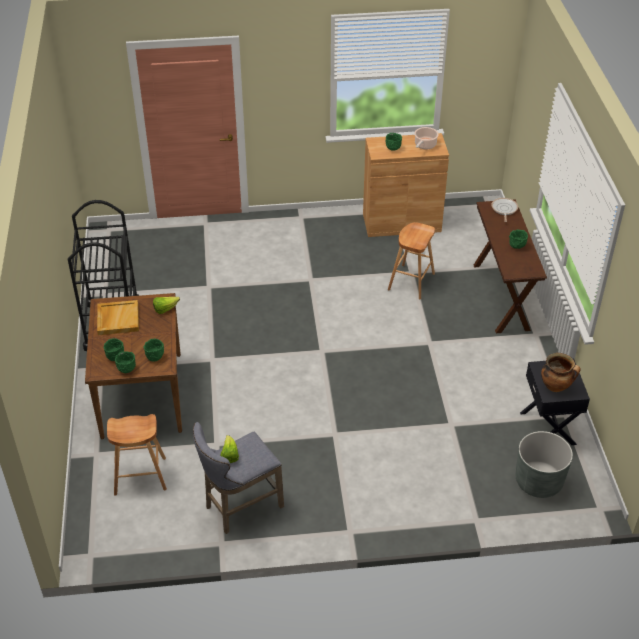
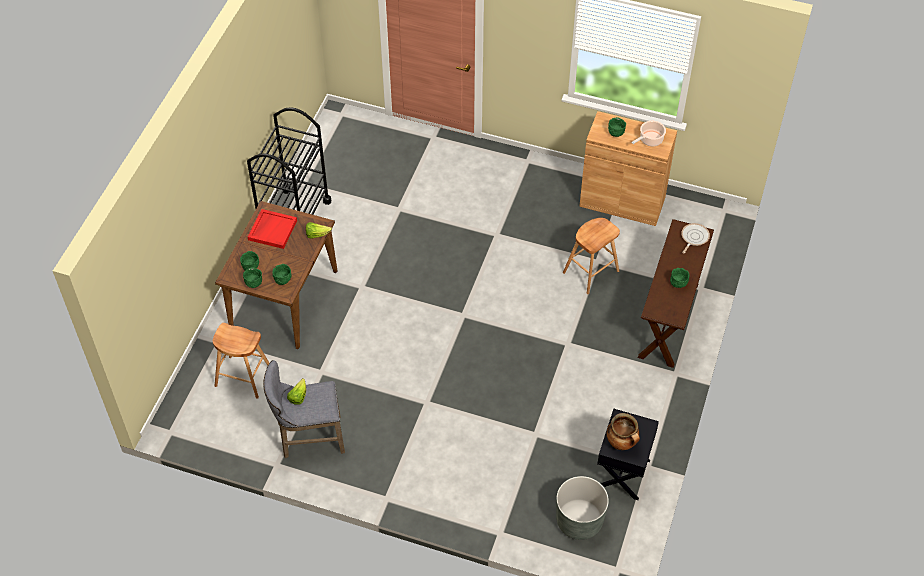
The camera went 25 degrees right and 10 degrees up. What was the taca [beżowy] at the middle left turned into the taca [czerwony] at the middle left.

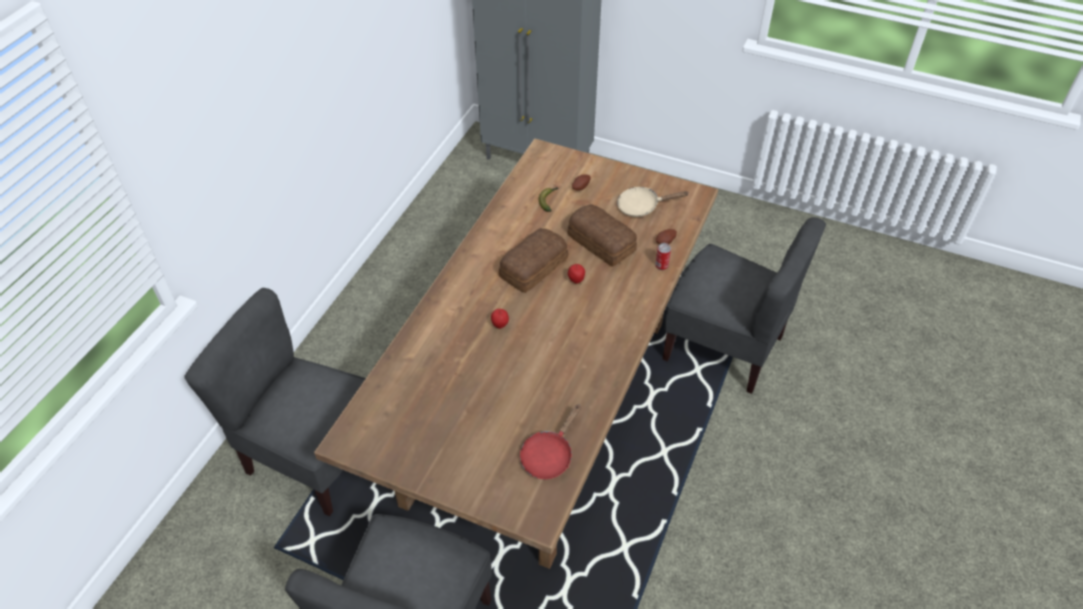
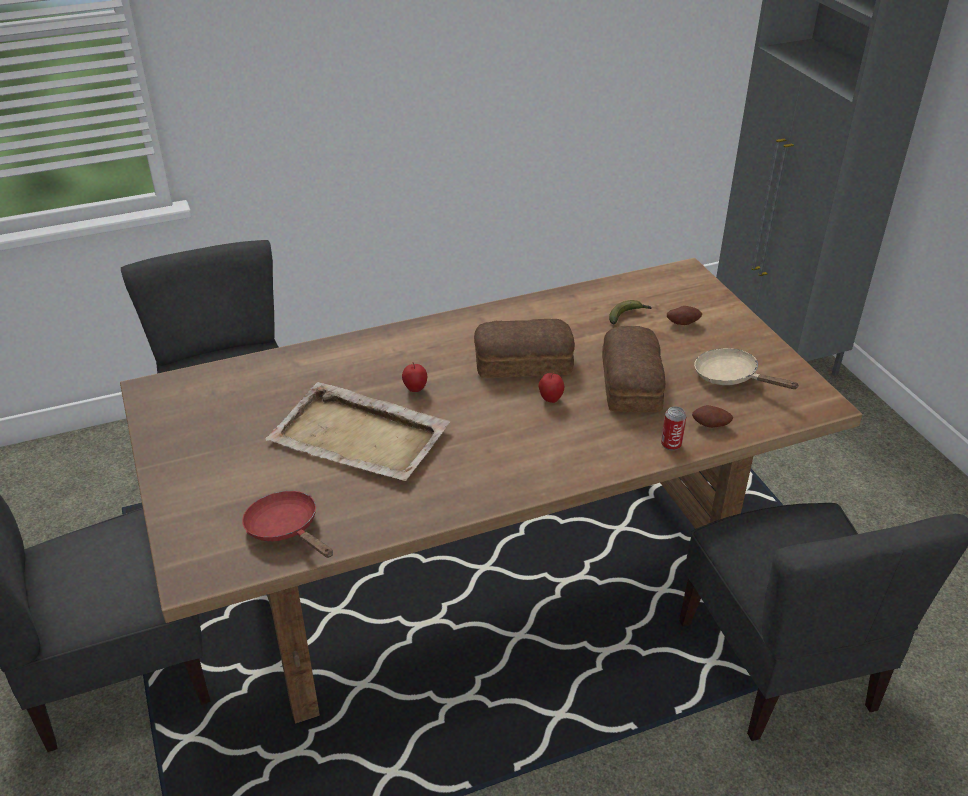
The camera went 45 degrees right and 10 degrees down. The patelnia [czerwony] at the bottom centre ended up facing another way, 60 degrees clockwise from before. The second view gained the taca [beżowy] at the centre.

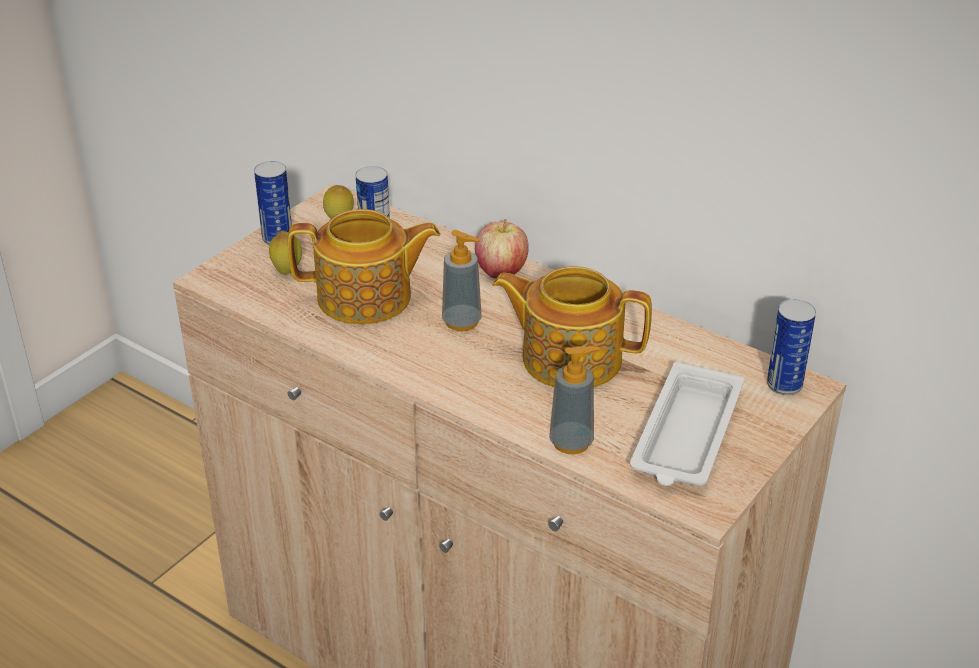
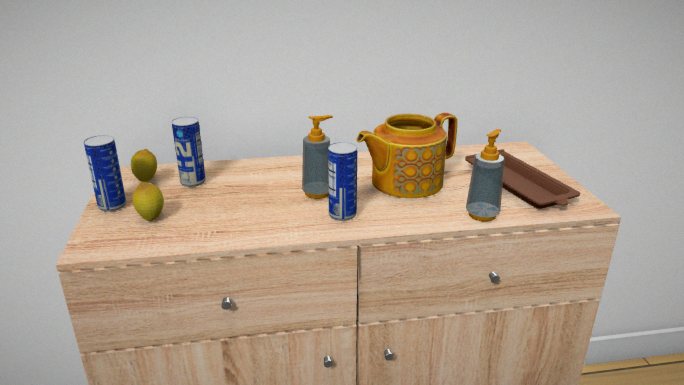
The camera went 45 degrees left and 10 degrees down. The puszka (3rd from left) ended up elsewhere, having gone from the middle right to the centre. What was the taca [biały] at the middle right turned into the taca [brązowy] at the middle right. The second view lost the imbryk (1st from left) at the centre. The second view lost the jabłko at the centre.

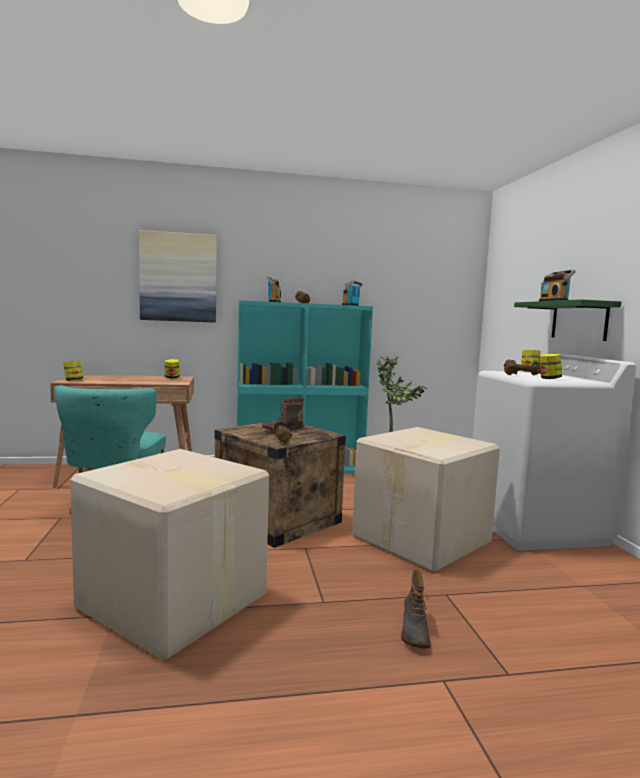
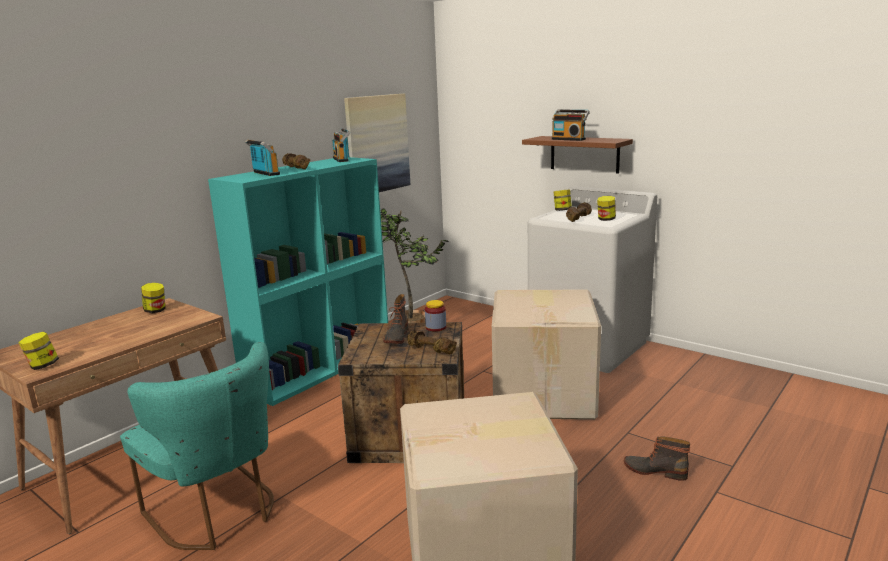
The camera went 40 degrees left and 10 degrees up. The obraz ended up elsewhere, having gone from the middle left to the top centre. The second view gained the słoik (3rd from left) at the centre. What was the półka [zielony] at the middle right turned into the półka [brązowy] at the top centre. The but z cholewką (2nd from left) at the bottom centre ended up facing another way, 150 degrees clockwise from before.

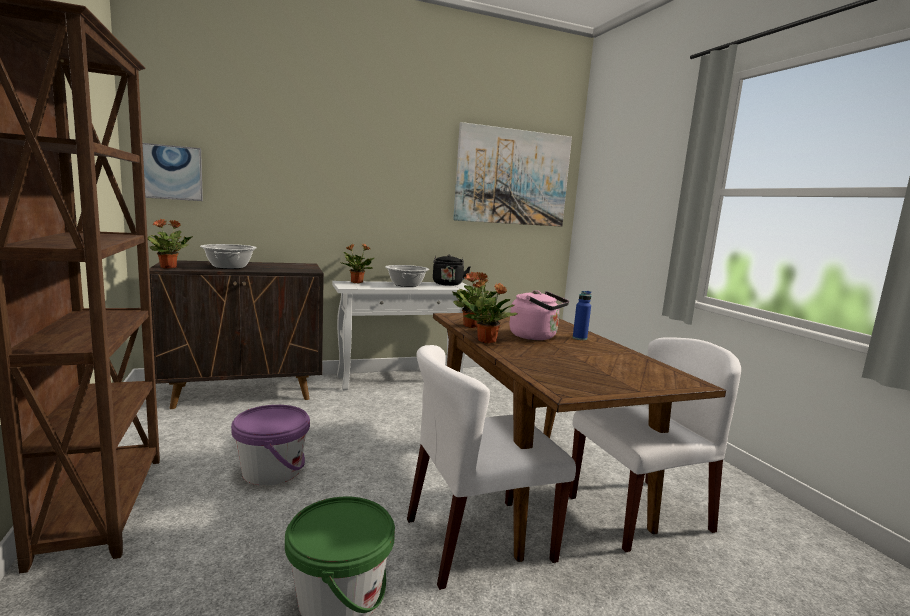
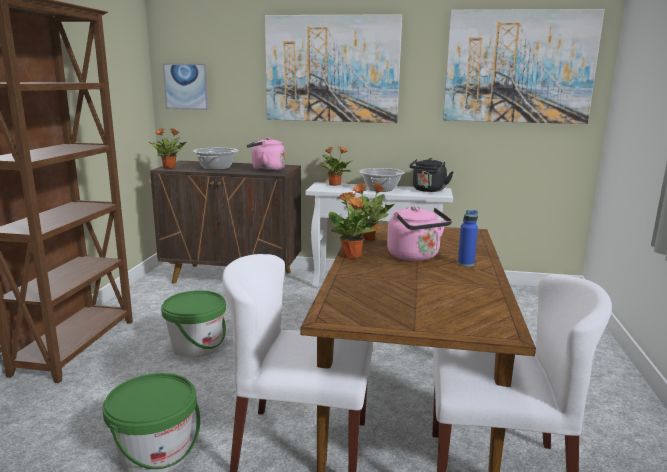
The camera went 30 degrees right and 5 degrees up. What was the wiadro [fioletowy] at the bottom left turned into the wiadro [zielony] (2nd from left) at the bottom left. The second view gained the czajnik [różowy] (1st from left) at the top centre. The second view gained the obraz (2nd from left) at the top centre.

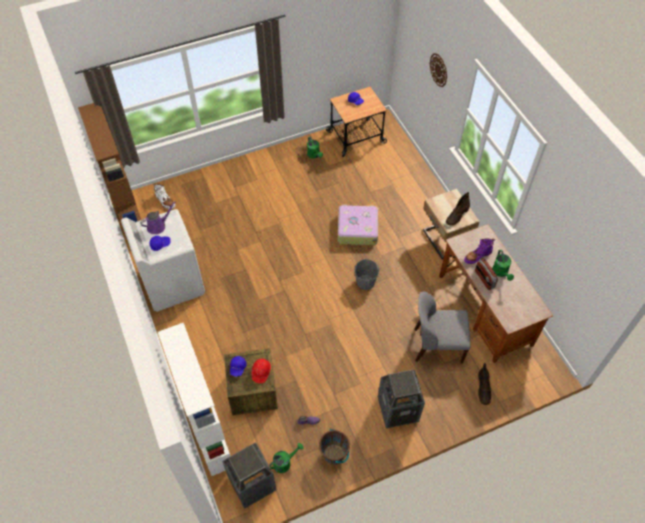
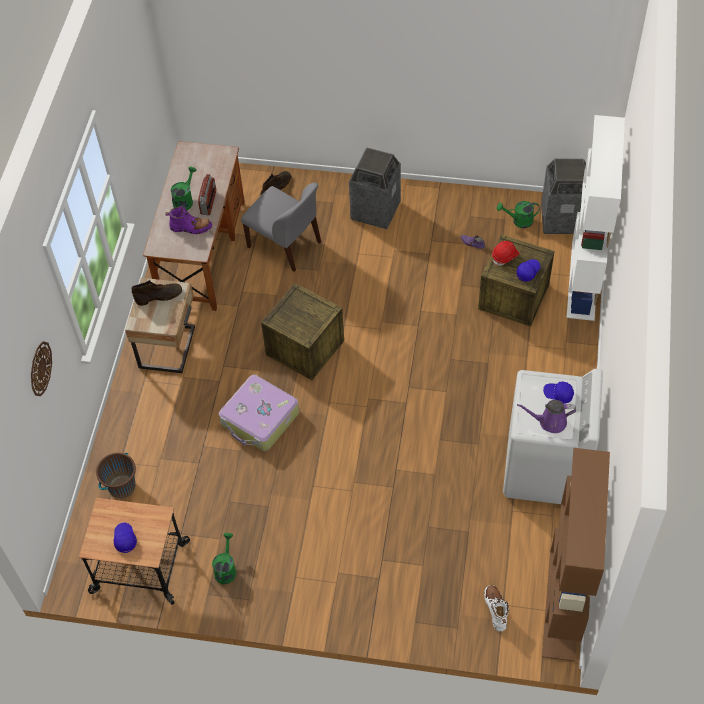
The camera went 145 degrees left and 0 degrees up. The wiadro [brązowy] ended up elsewhere, having gone from the bottom centre to the bottom left. Where the wiadro [szary] stood at the centre, the skrzynka (1st from left) came to stand at the centre.

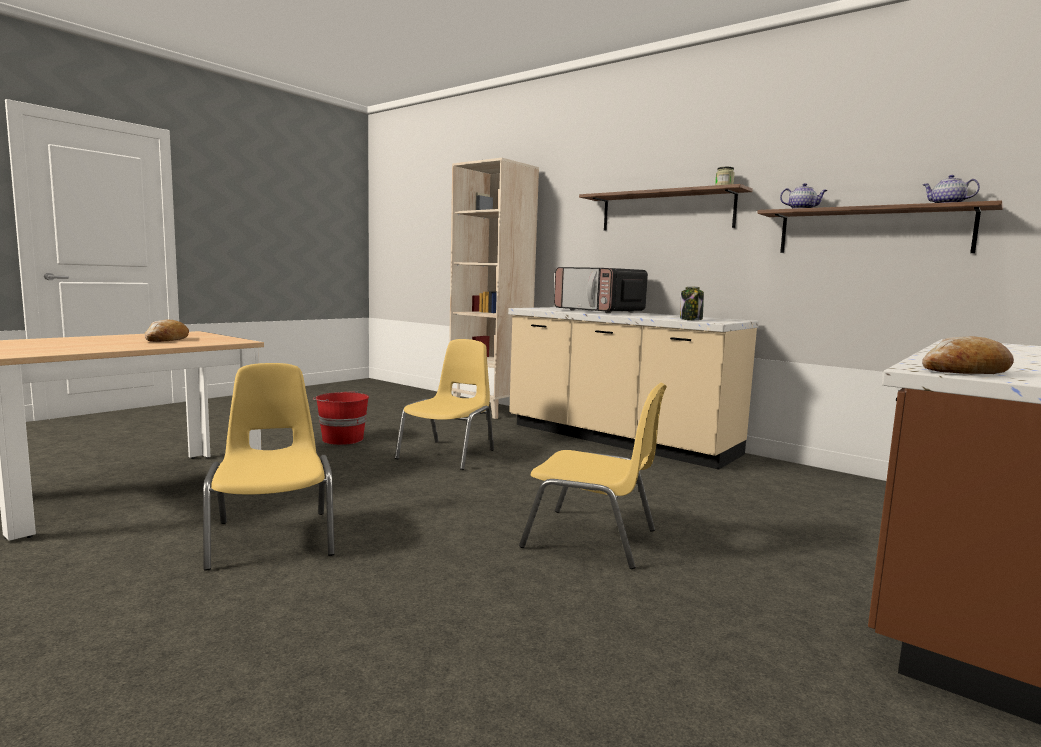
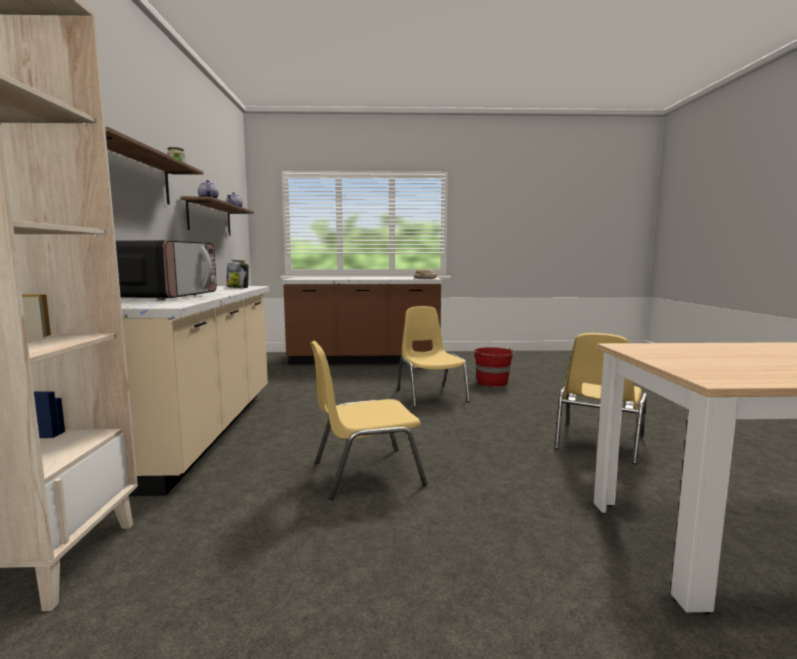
The camera went 130 degrees left and 0 degrees up. The wiadro [czerwony] ended up elsewhere, having gone from the middle left to the centre. The second view lost the chleb (1st from left) at the middle left.

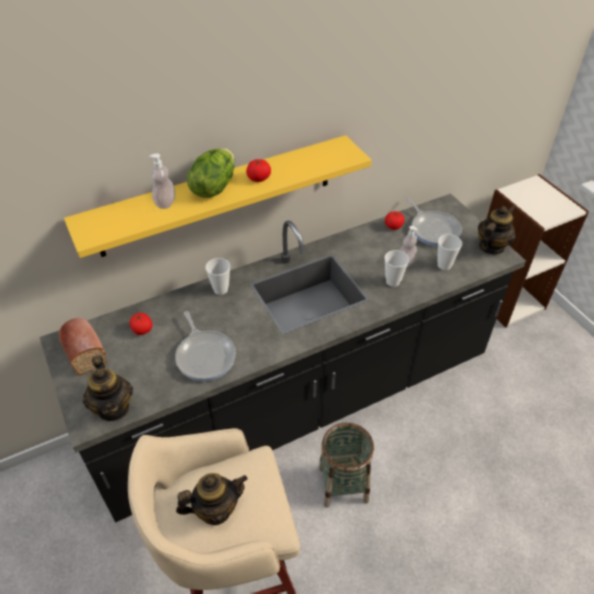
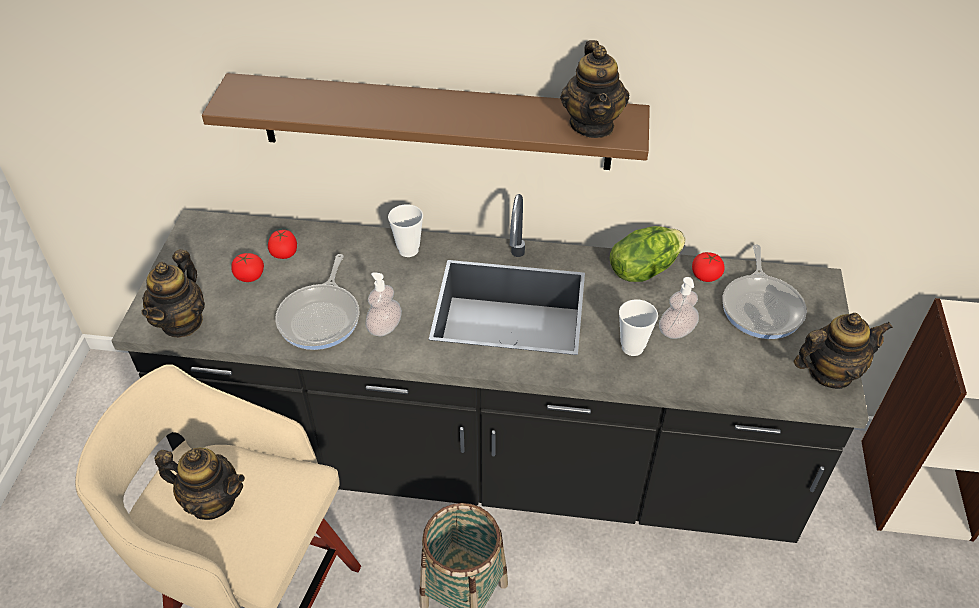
The camera went 35 degrees right and 0 degrees up. What was the półka [żółty] at the top centre turned into the półka [brązowy] at the top centre. The pomidor (2nd from left in the first image) ended up elsewhere, having gone from the top centre to the middle left. The dozownik mydła (1st from left) ended up elsewhere, having gone from the top left to the centre. The second view gained the imbryk (3rd from left) at the top centre. The sałata ended up elsewhere, having gone from the top centre to the centre. The second view lost the chleb at the middle left. The second view lost the filiżanka (3rd from left) at the middle right.

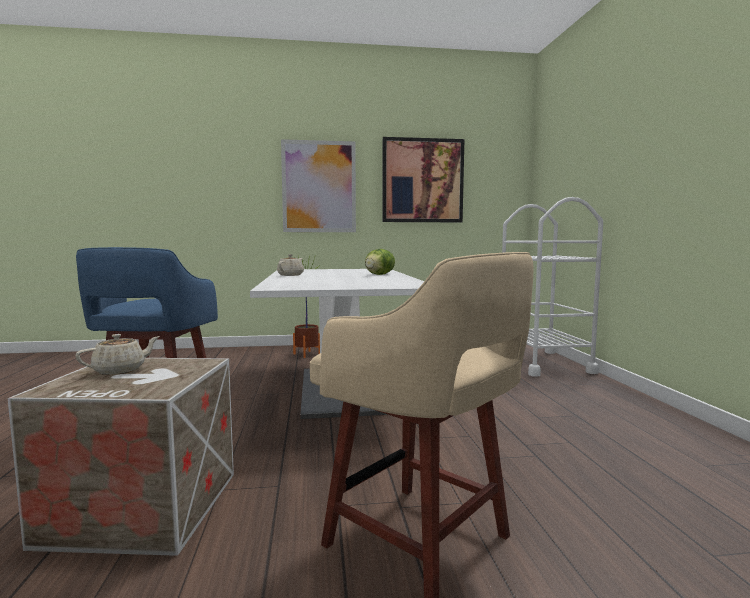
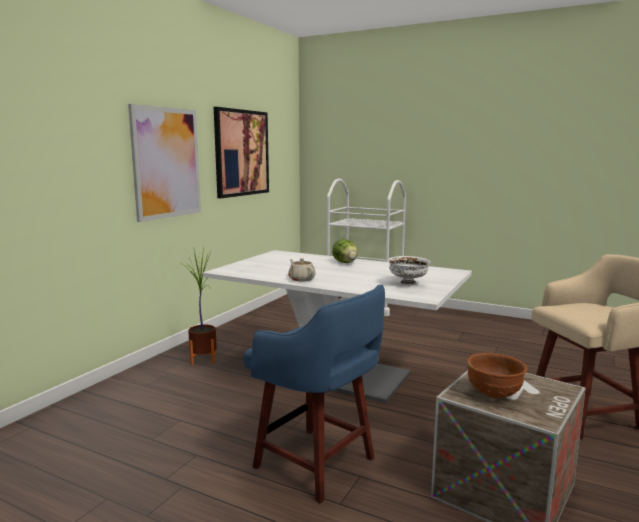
The camera went 55 degrees left and 5 degrees up. The second view gained the miska [biały] at the centre. Where the imbryk [beżowy] (1st from left) stood at the middle left, the miska [brązowy] came to stand at the bottom right.

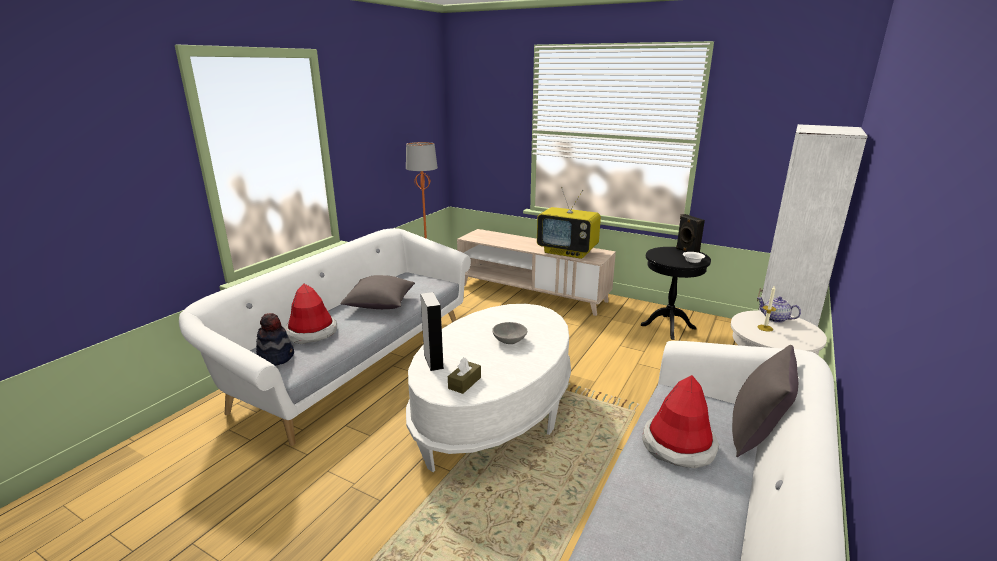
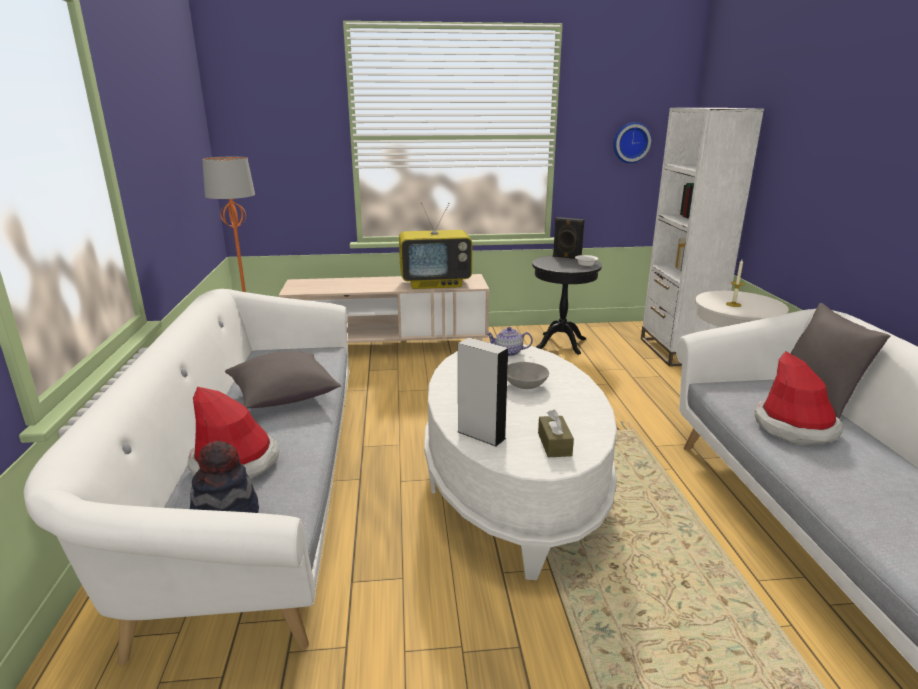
The camera went 35 degrees left and 0 degrees up. The imbryk ended up elsewhere, having gone from the middle right to the centre. The second view gained the zegar ścienny at the top right.

